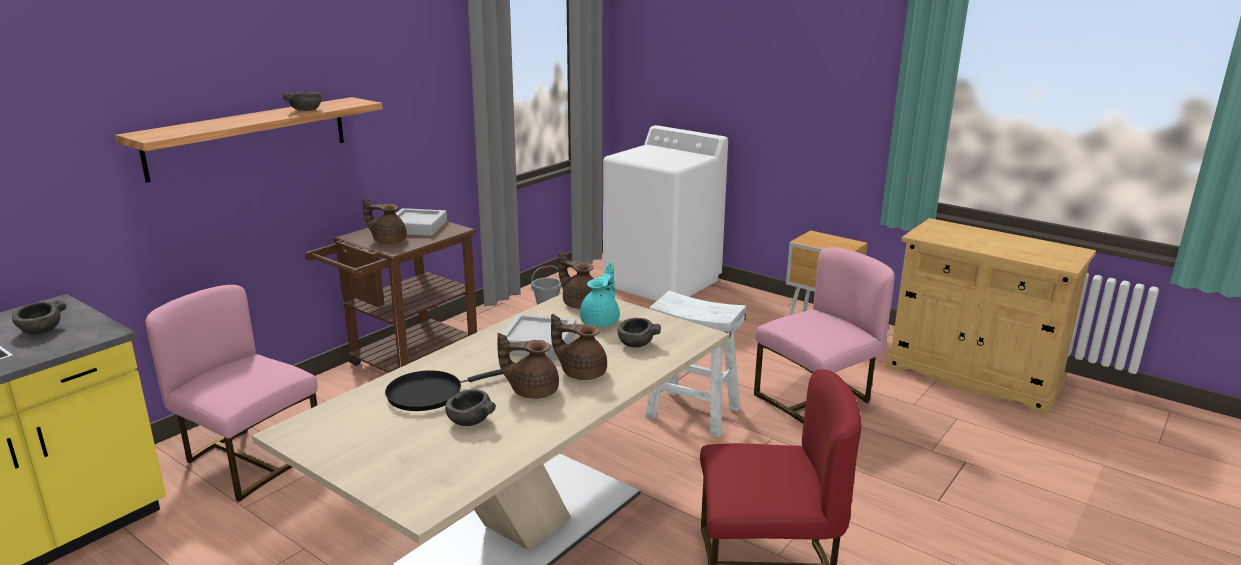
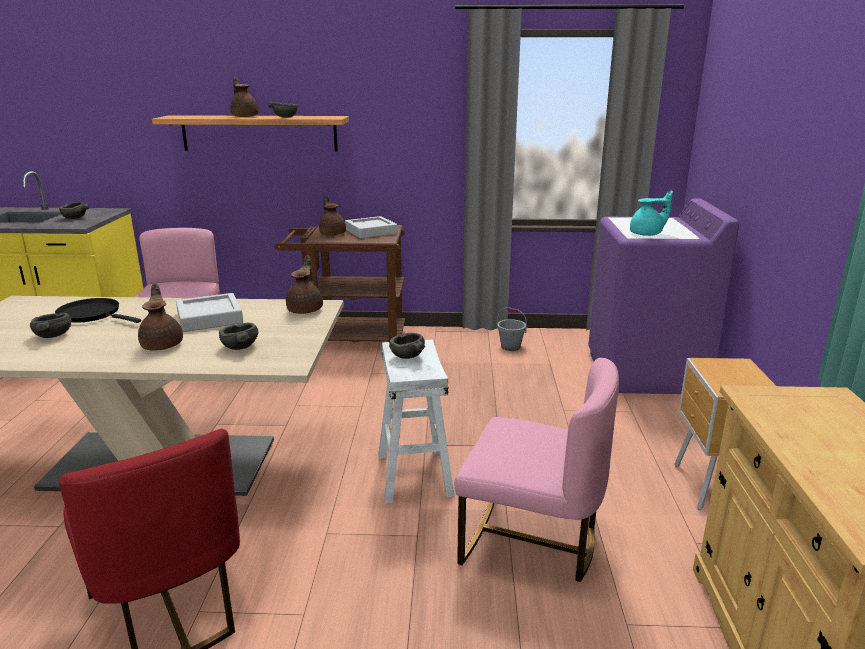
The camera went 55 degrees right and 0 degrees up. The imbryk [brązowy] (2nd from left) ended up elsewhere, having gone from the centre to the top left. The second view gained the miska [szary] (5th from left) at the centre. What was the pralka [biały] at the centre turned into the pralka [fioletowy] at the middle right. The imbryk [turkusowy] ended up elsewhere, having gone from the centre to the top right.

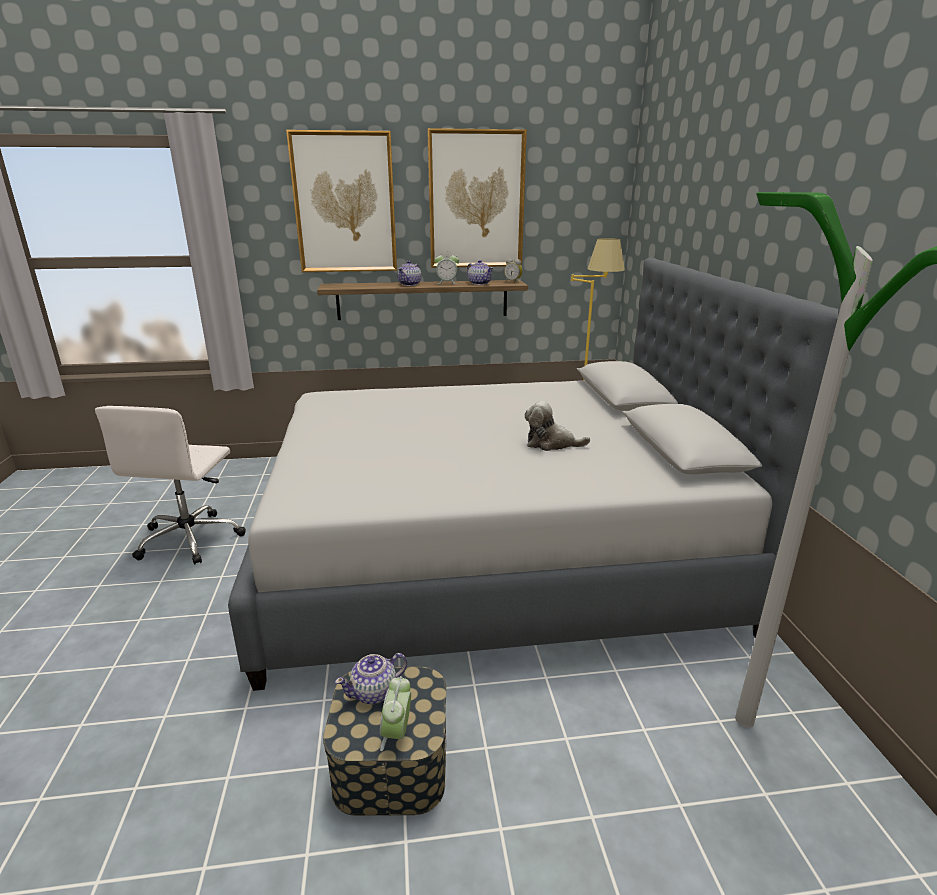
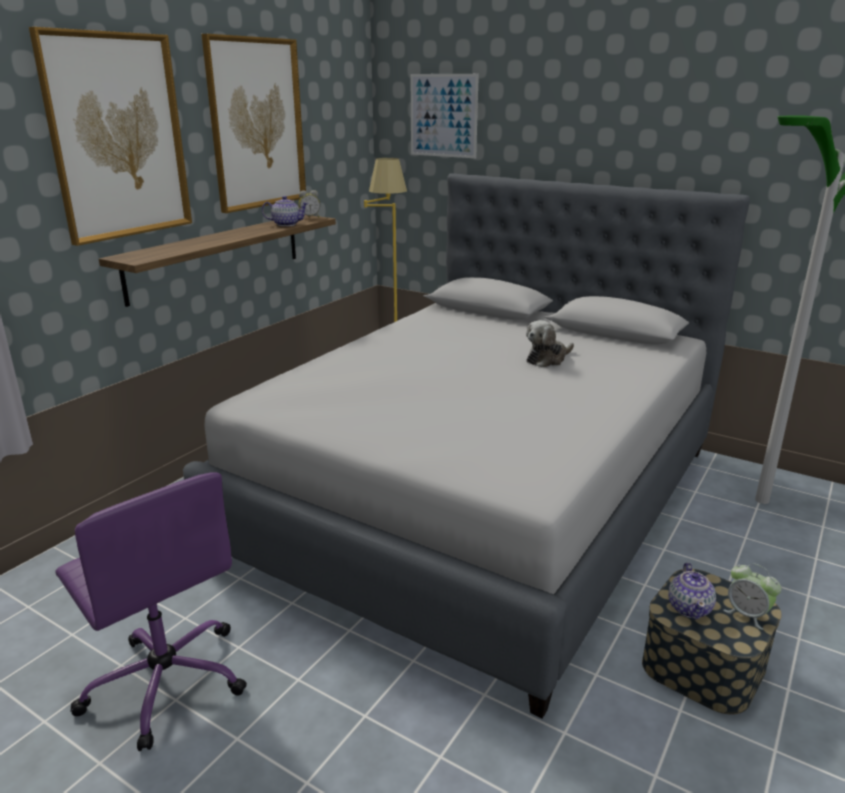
The camera went 50 degrees left and 0 degrees up. What was the krzesło biurowe [biały] at the middle left turned into the krzesło biurowe [fioletowy] at the bottom left. The second view gained the obraz (3rd from left) at the top centre. The second view lost the imbryk (2nd from left) at the top centre. The second view lost the budzik (2nd from left) at the top centre.

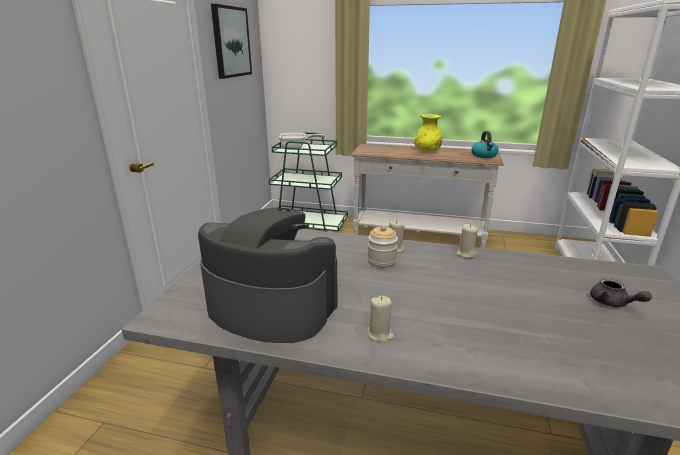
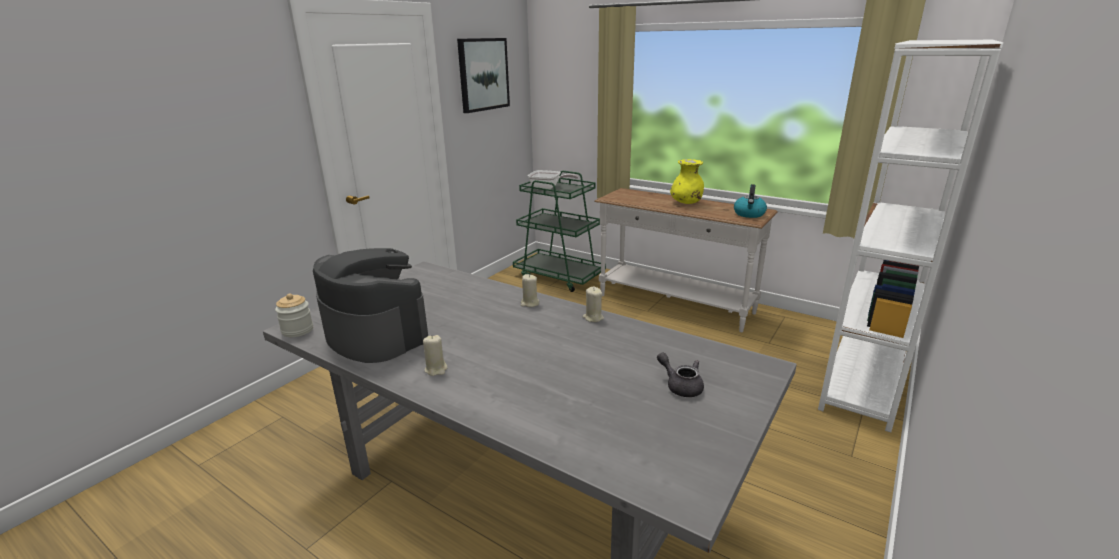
The camera went 20 degrees right and 0 degrees up. The słoik ended up elsewhere, having gone from the centre to the middle left. The imbryk [szary] at the middle right ended up facing another way, 150 degrees clockwise from before.

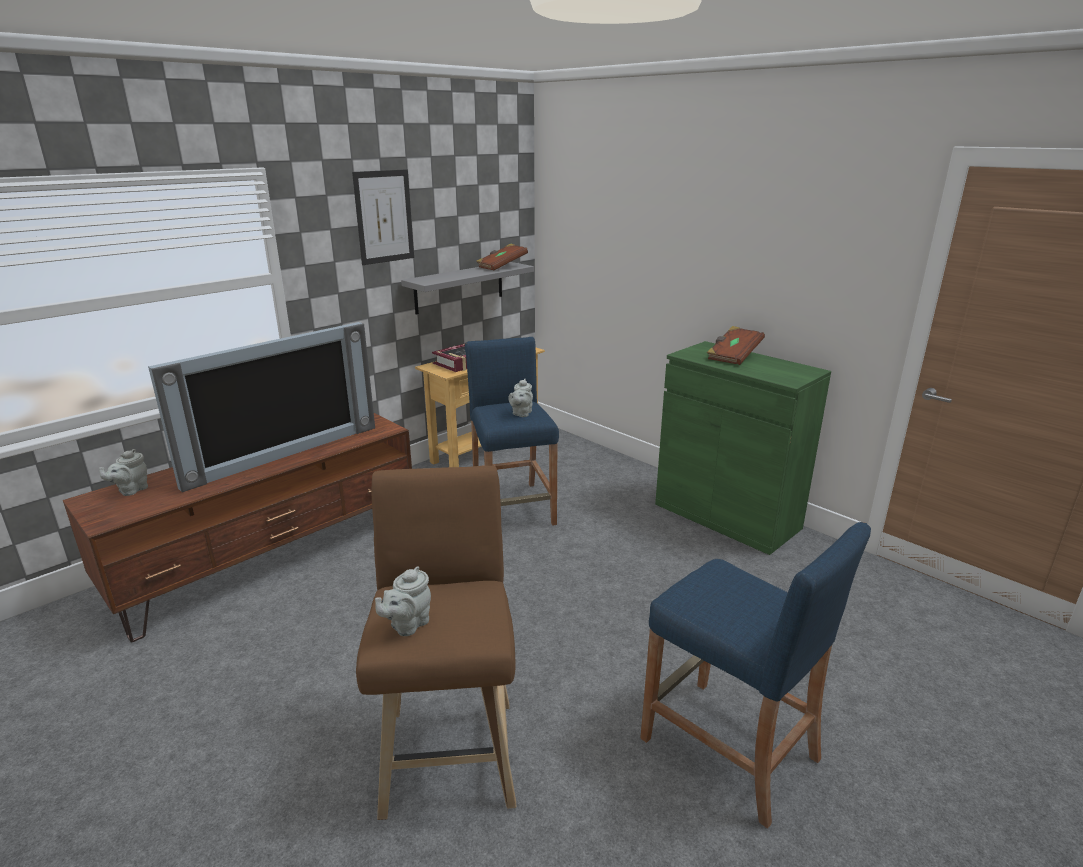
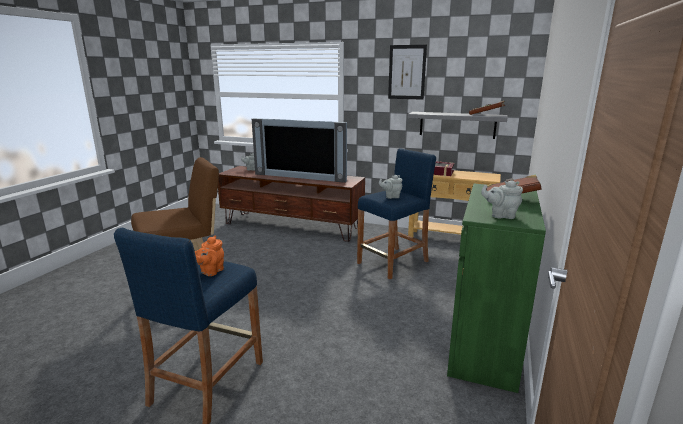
The camera went 65 degrees right and 5 degrees down. The second view gained the imbryk [pomarańczowy] at the middle left. The imbryk [szary] (2nd from left in the first image) ended up elsewhere, having gone from the bottom centre to the middle right.

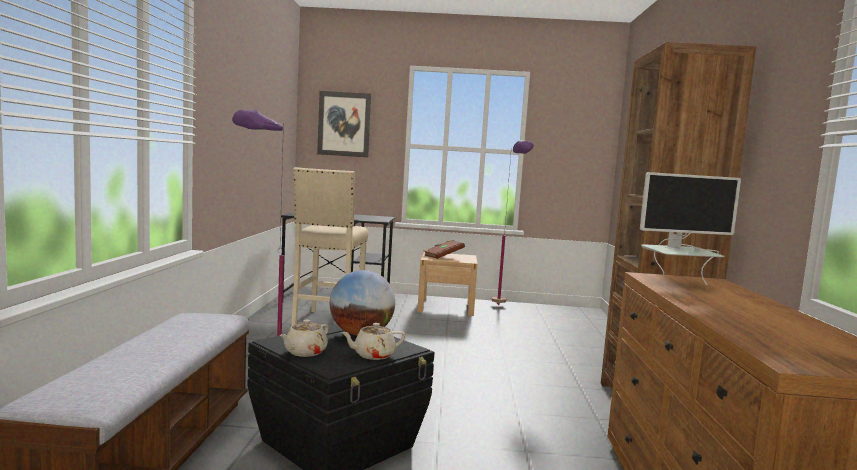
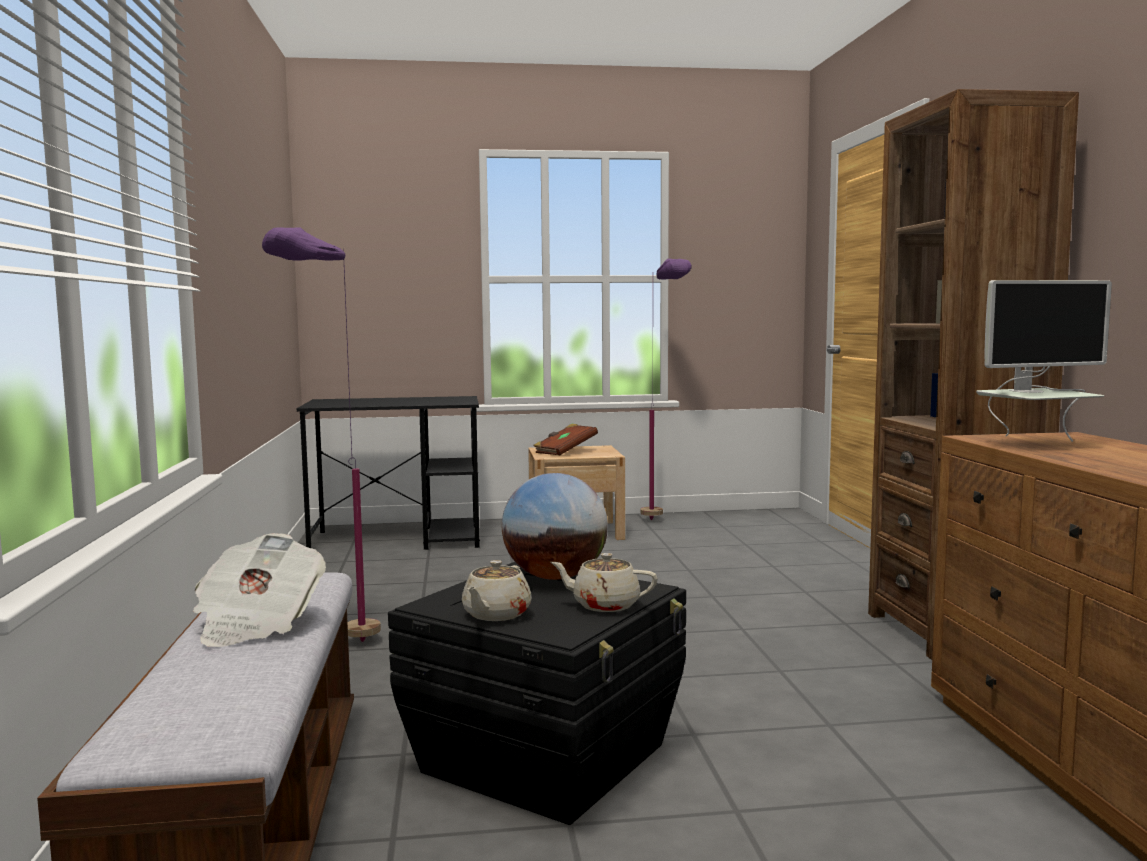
The camera went 10 degrees left and 0 degrees up. The second view gained the gazeta at the bottom left. The imbryk [beżowy] (2nd from left) at the bottom centre ended up facing another way, 45 degrees clockwise from before. The second view lost the stołek [beżowy] at the centre. The second view lost the obraz at the top centre.

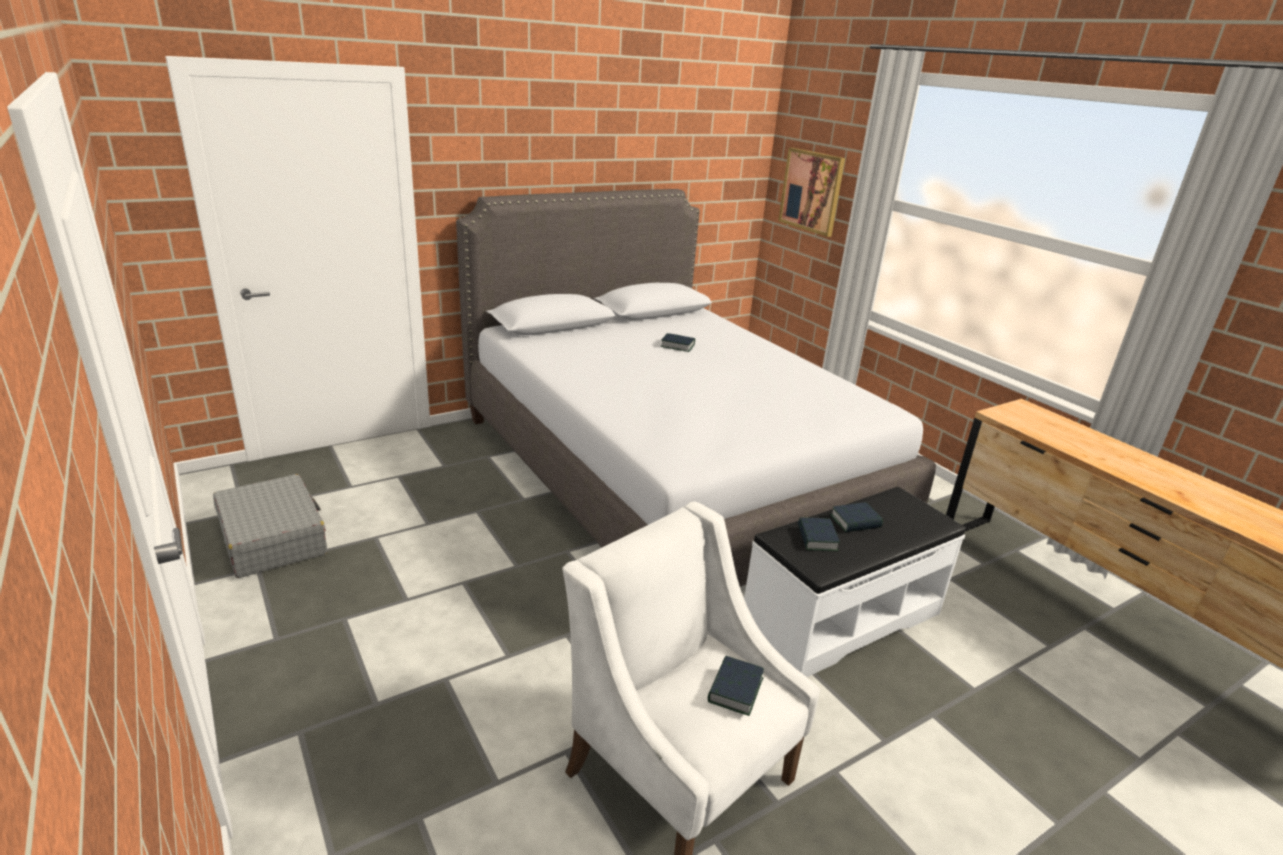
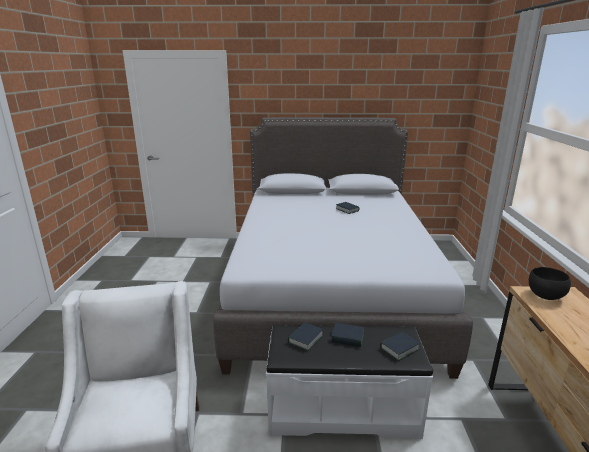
The camera went 35 degrees right and 5 degrees down. The książka (2nd from left in the first image) ended up elsewhere, having gone from the bottom centre to the bottom right. The second view gained the miska [czarny] at the middle right. The second view lost the walizka [szary] at the middle left. The second view lost the obraz at the top centre.

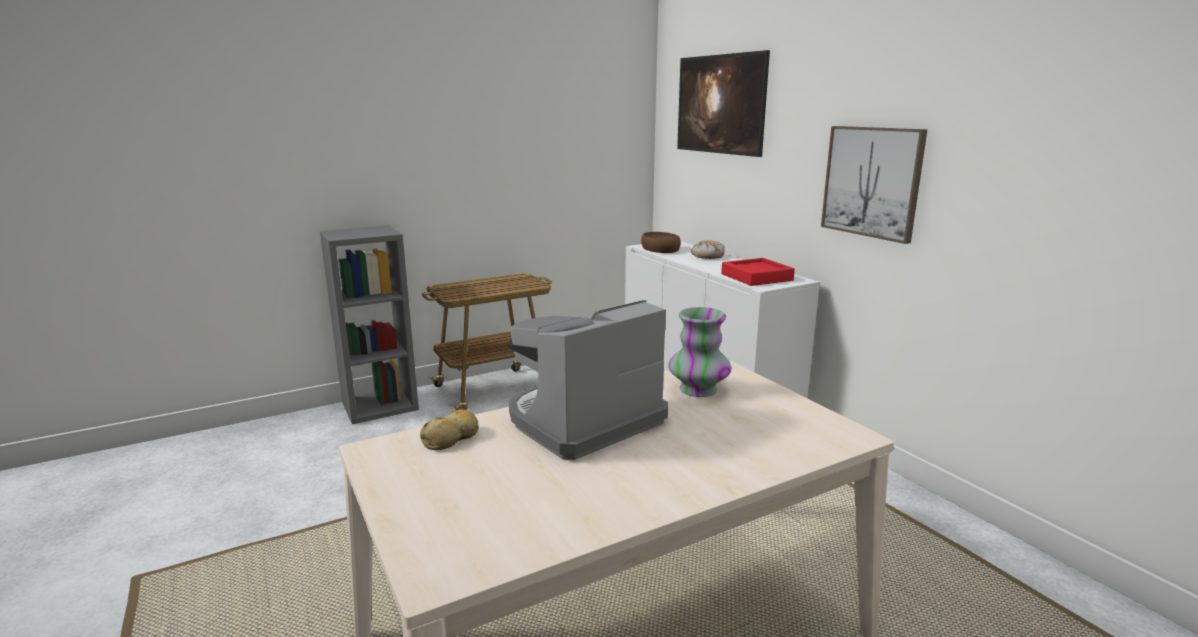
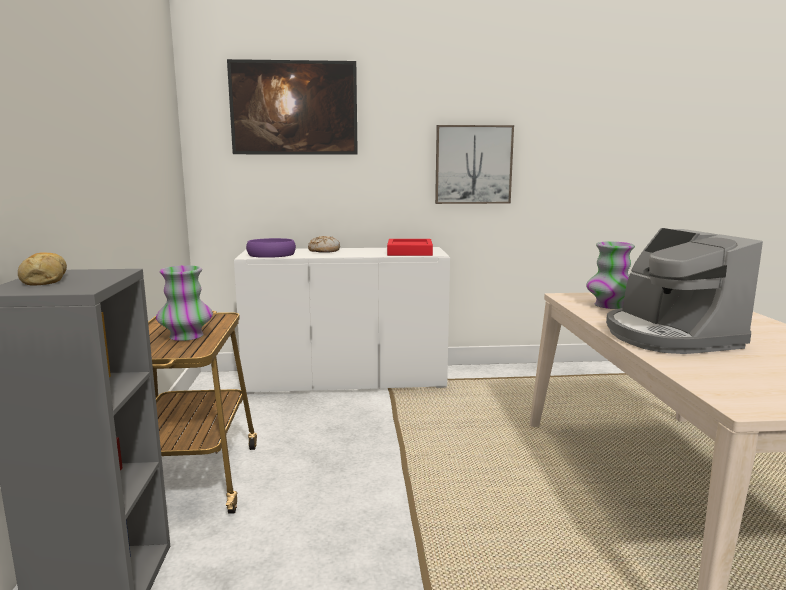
The camera went 65 degrees left and 5 degrees down. The chleb (1st from left) ended up elsewhere, having gone from the bottom centre to the middle left. The second view gained the wazon (1st from left) at the middle left. What was the miska [brązowy] at the centre turned into the miska [fioletowy] at the centre.

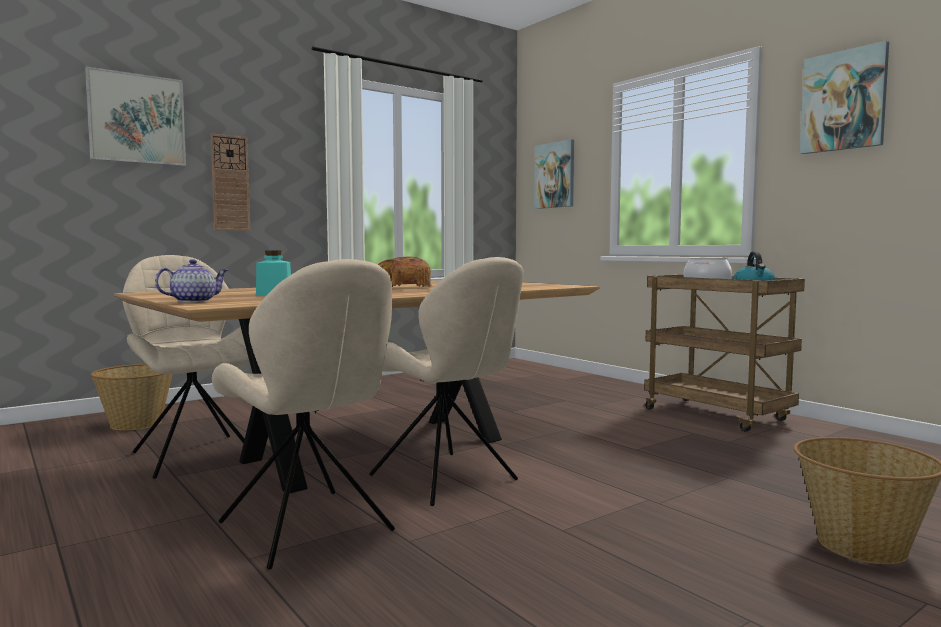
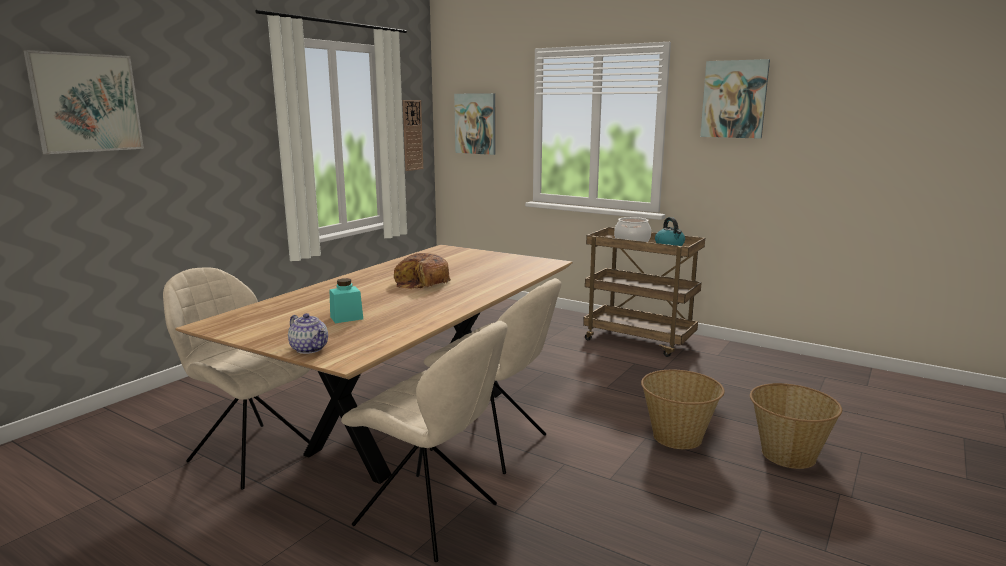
The camera went 20 degrees left and 10 degrees up. The imbryk at the middle left ended up facing another way, 105 degrees clockwise from before. The zegar ścienny ended up elsewhere, having gone from the top left to the top centre. The koszyk (1st from left) ended up elsewhere, having gone from the middle left to the bottom right.

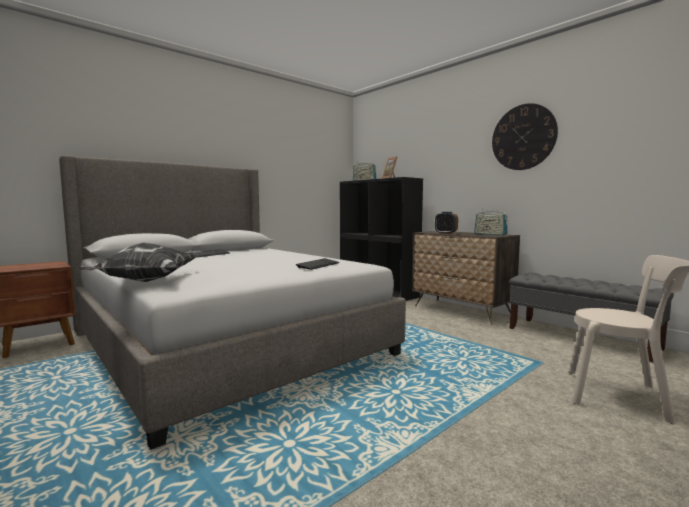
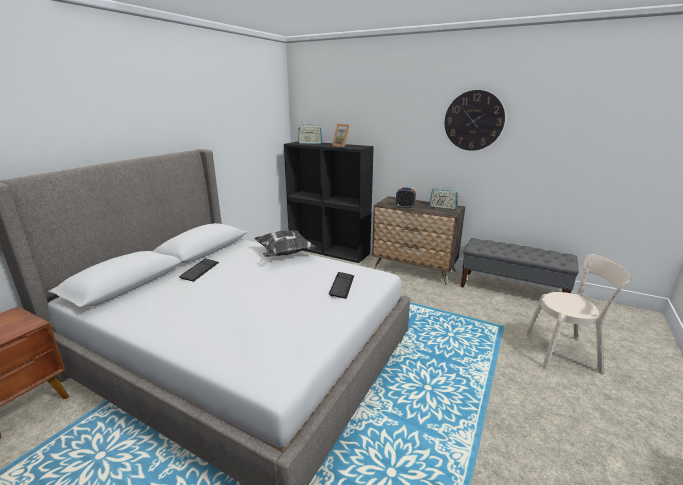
The camera went 20 degrees left and 15 degrees up. The poduszka ended up elsewhere, having gone from the middle left to the centre.

